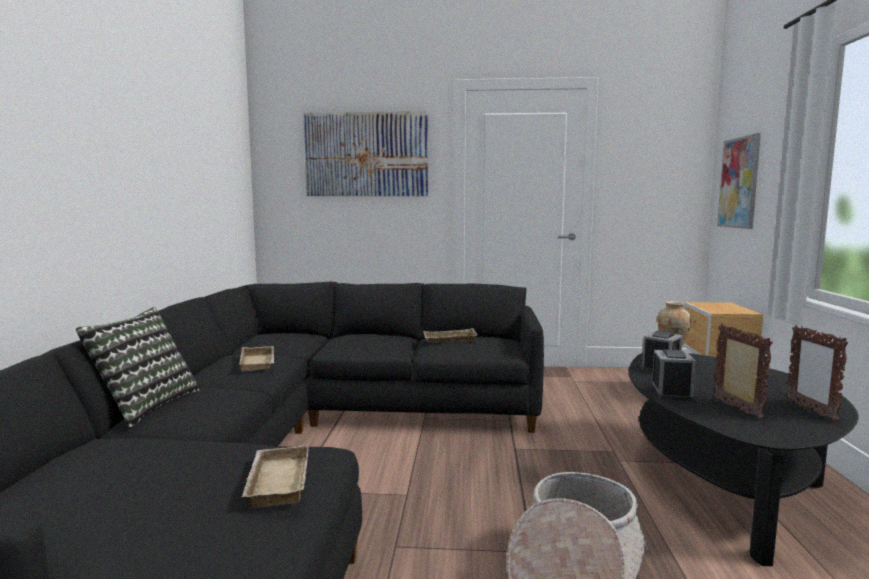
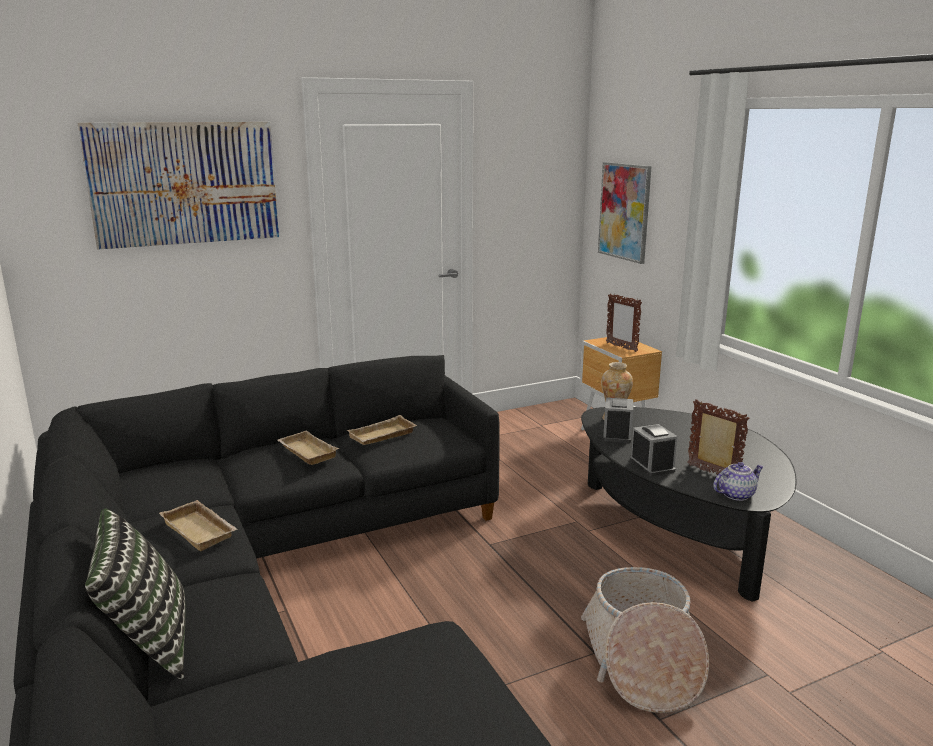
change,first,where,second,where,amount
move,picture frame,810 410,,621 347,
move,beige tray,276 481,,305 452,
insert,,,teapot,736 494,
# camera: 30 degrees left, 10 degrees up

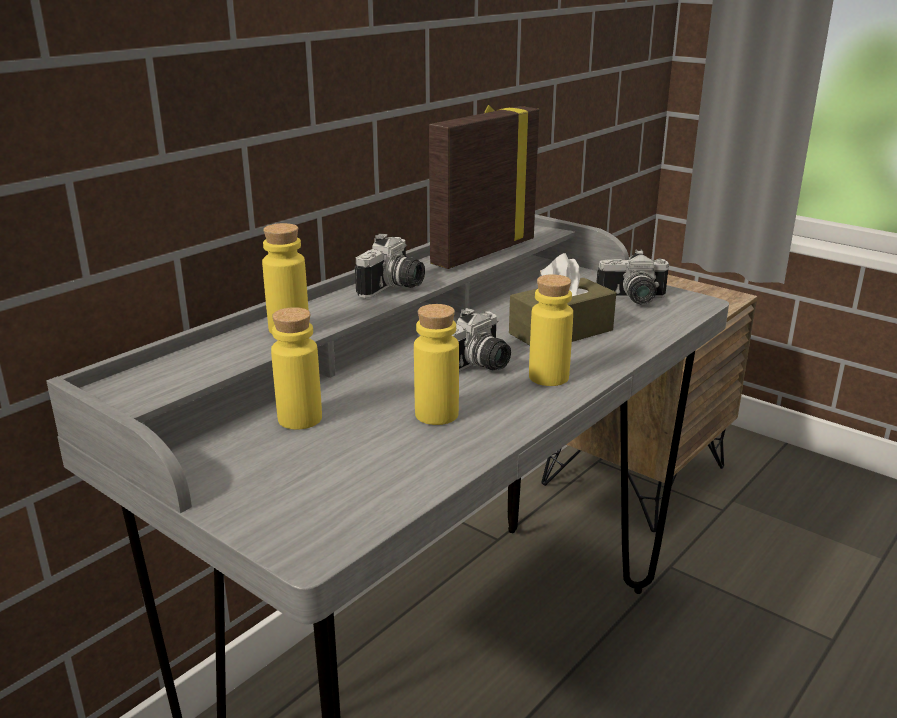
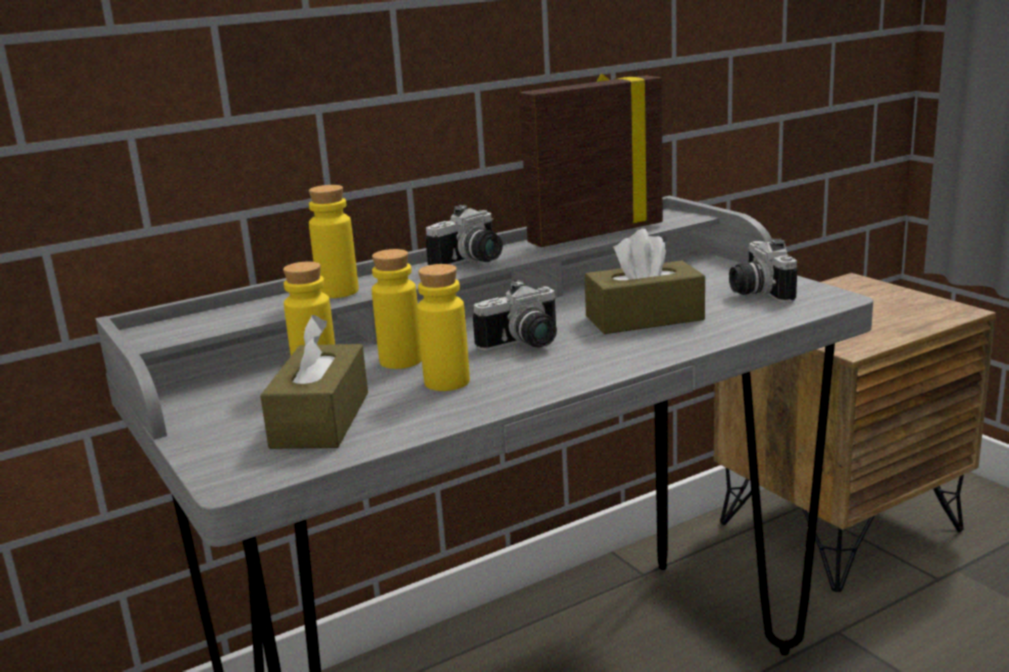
change,first,where,second,where,amount
rotate,photo camera,633 300,,756 292,60 degrees clockwise
move,yellow bottle,548 377,,401 361,
insert,,,brown tissue box,321 419,
# camera: 20 degrees right, 5 degrees down

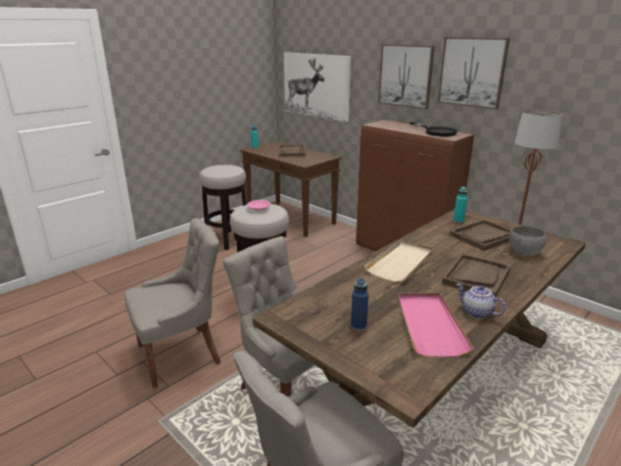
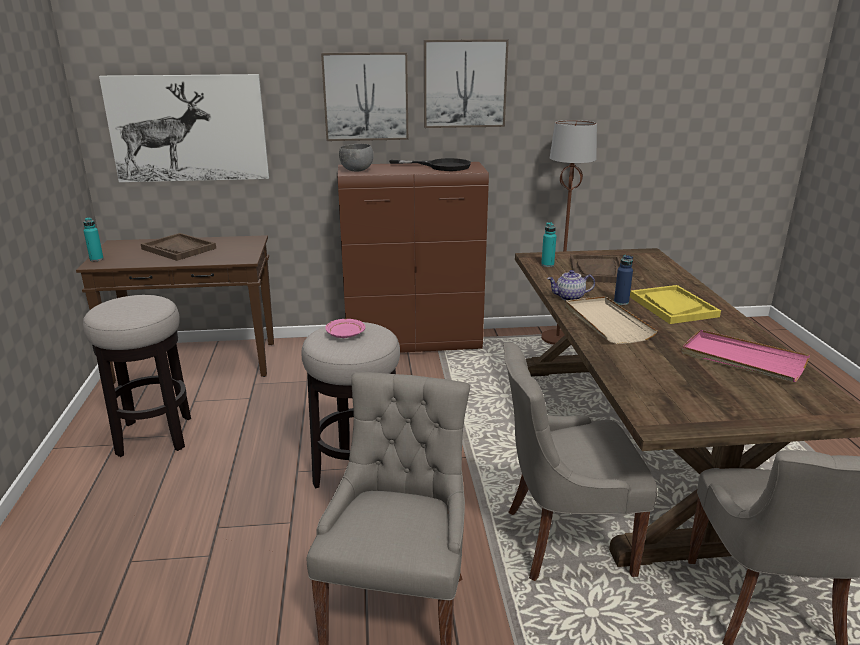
change,first,where,second,where,amount
move,grey bowl,524 253,,356 170,
recolor,brown tray,476 277,yellow tray,672 306,
move,blue bottle,358 325,,621 302,
move,teapot,476 312,,569 298,
# camera: 50 degrees left, 0 degrees up

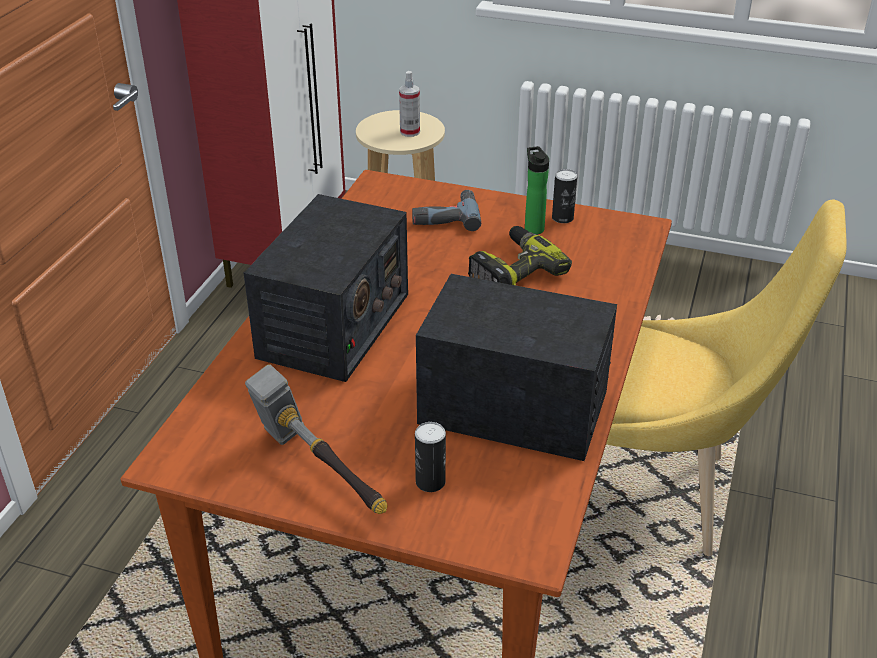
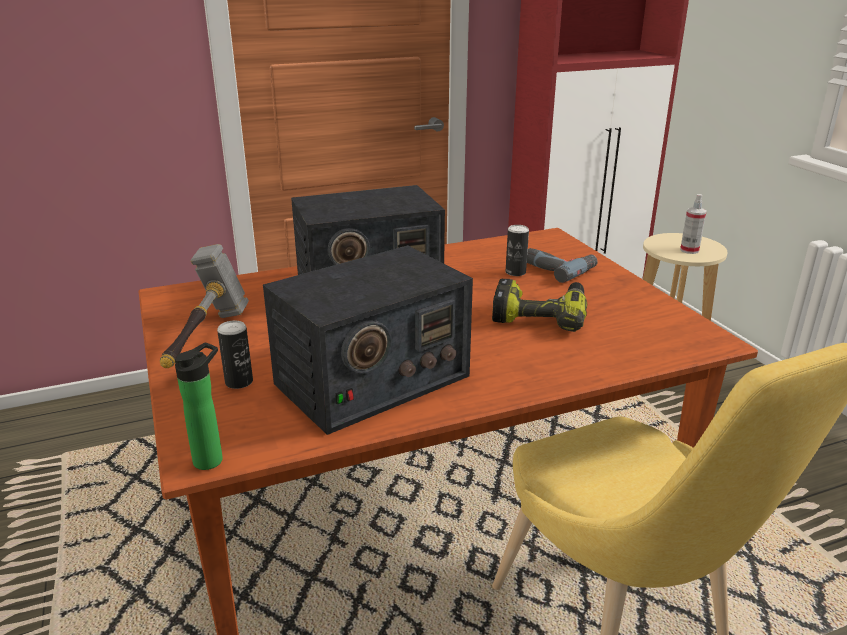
change,first,where,second,where,amount
move,bottle,533 228,,211 458,
move,can,562 218,,515 272,
rotate,radio,514 407,,371 380,75 degrees clockwise
# camera: 50 degrees right, 10 degrees down

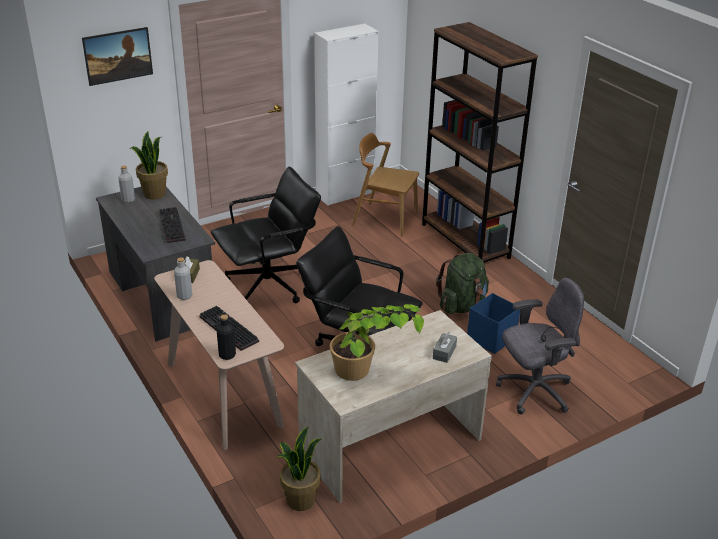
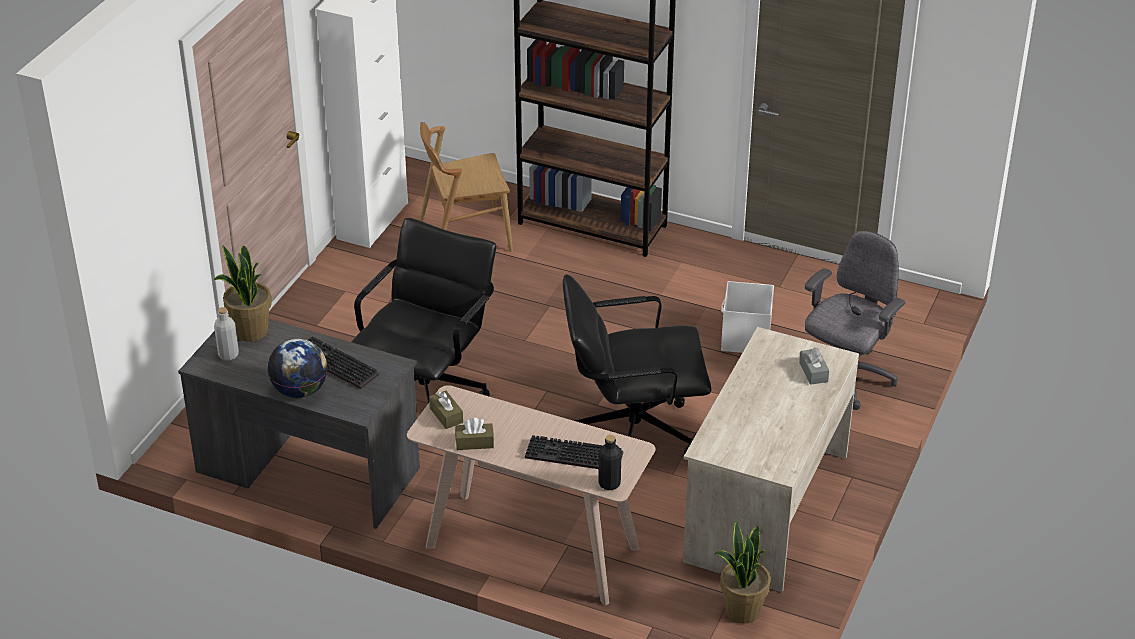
change,first,where,second,where,amount
delete,picture,119 67,,,
delete,green backpack,462 305,,,
replace,grey bottle,184 296,brown tissue box,474 442,
recolor,blue storage box,490 339,white storage box,745 338,
delete,potted plant,369 374,,,
insert,,,globe,300 390,
# camera: 35 degrees left, 5 degrees up

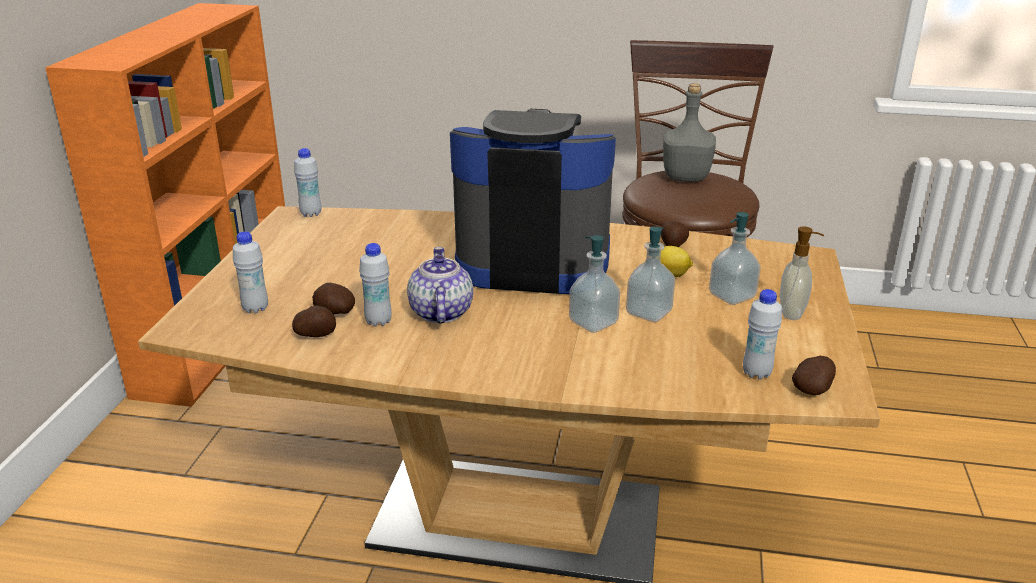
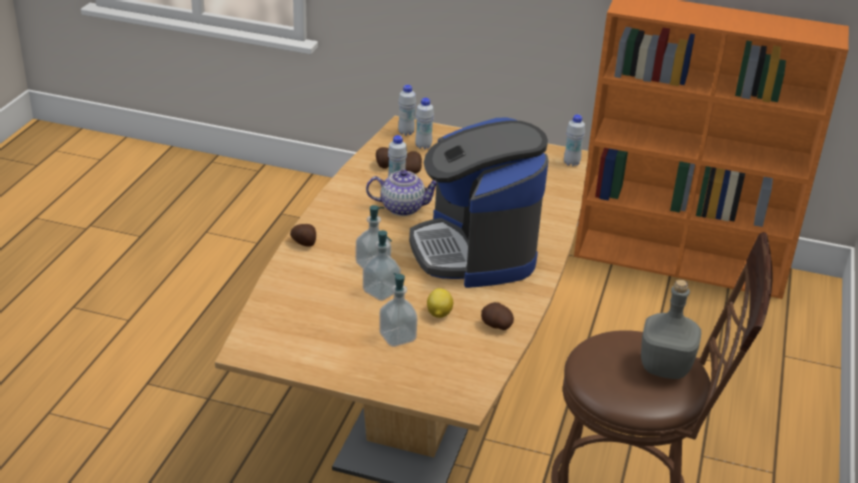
change,first,where,second,where,amount
rotate,coffee machine,532 261,,475 251,150 degrees clockwise
delete,soap dispenser,793 313,,,
move,white bottle,756 373,,406 132,
move,potato,813 389,,304 243,
# camera: 95 degrees right, 5 degrees up

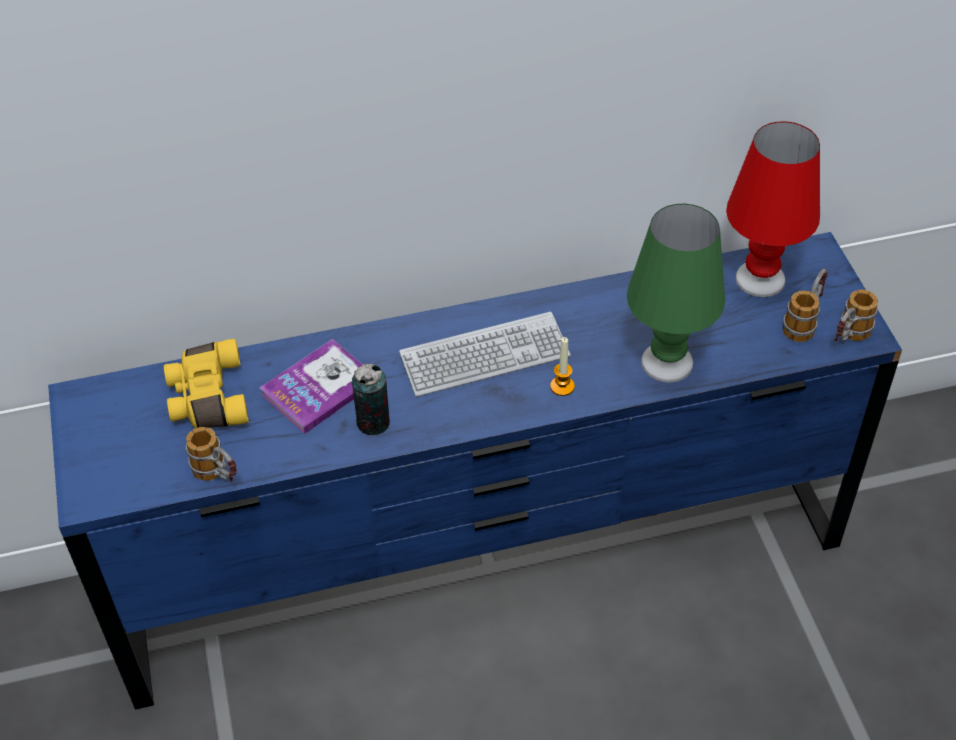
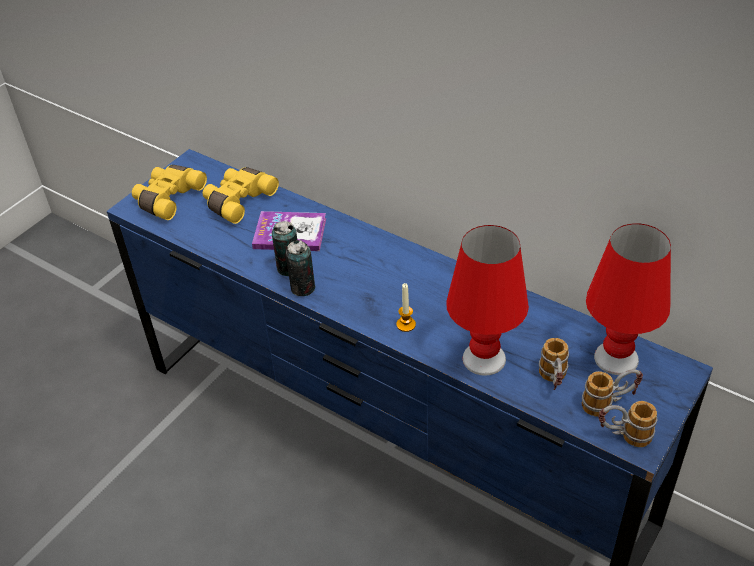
change,first,where,second,where,amount
recolor,green table lamp,667 362,red table lamp,484 358,
delete,keyboard,484 356,,,
move,mug,219 476,,553 382,
insert,,,yellow binoculars,168 198,
insert,,,can,303 288,
# camera: 50 degrees right, 5 degrees down

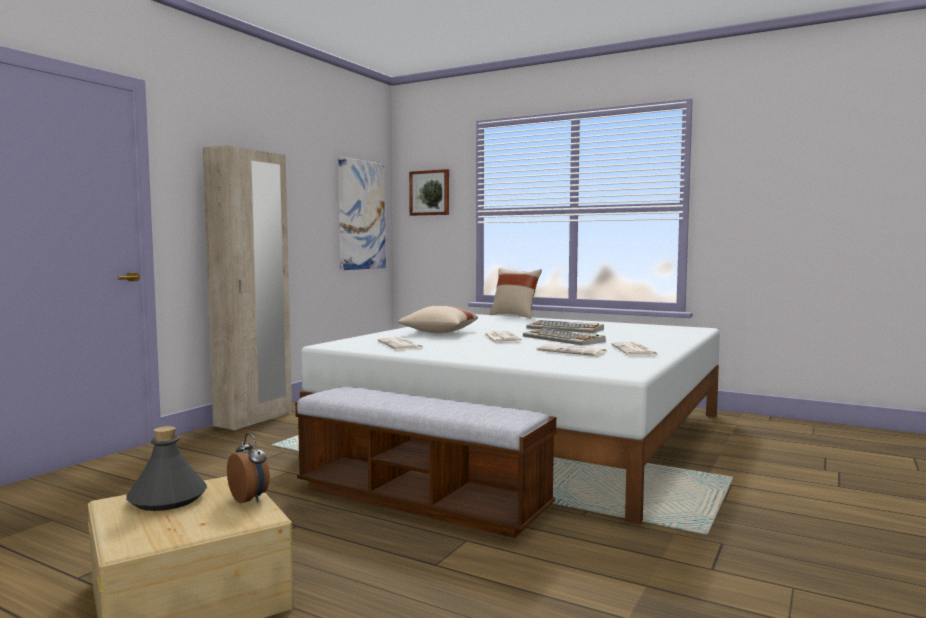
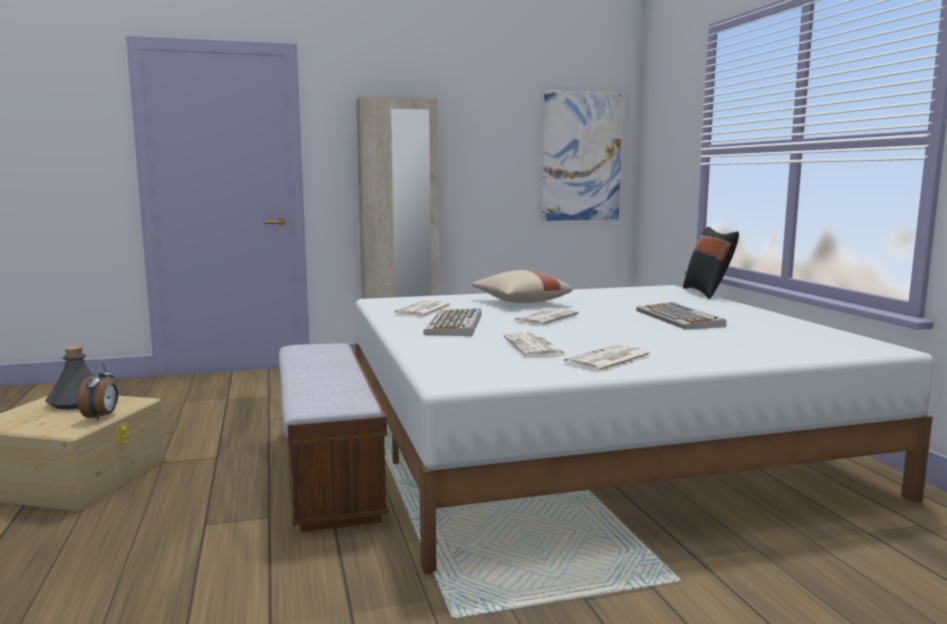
change,first,where,second,where,amount
delete,picture,430 193,,,
recolor,beige pillow,515 316,black pillow,708 293,
move,keyboard,564 339,,455 324,
# camera: 45 degrees right, 5 degrees up

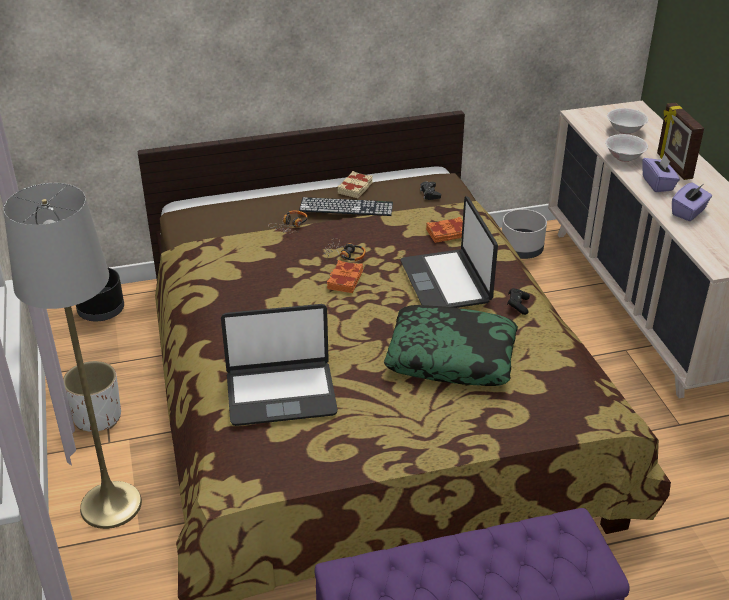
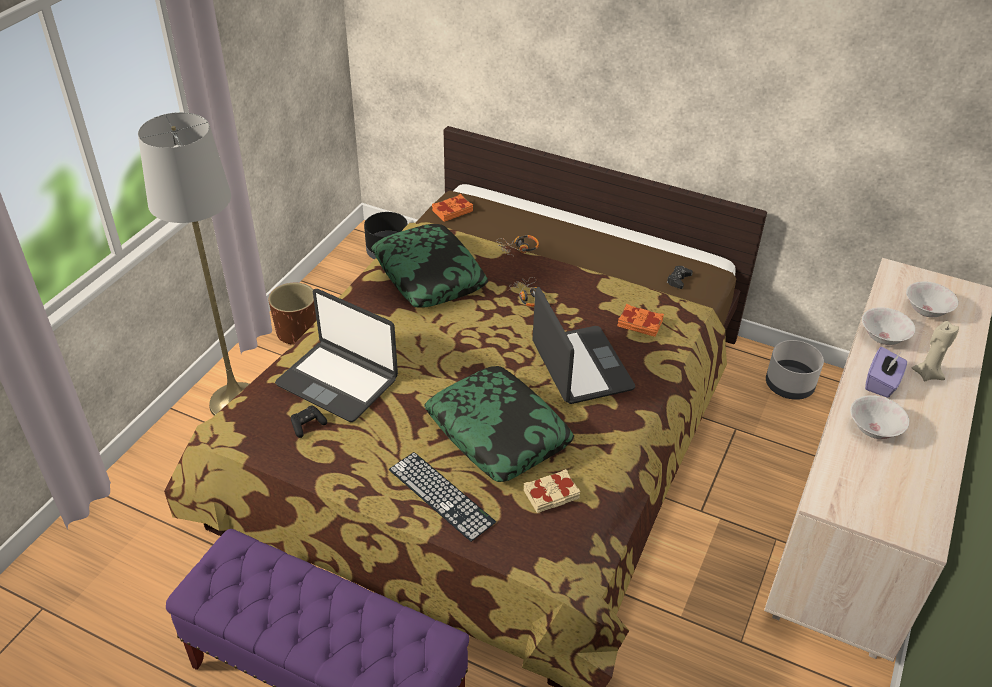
change,first,where,second,where,amount
replace,picture frame,673 166,beige candle,927 374,
move,beige book,355 188,,551 495,
replace,purple tissue box,689 212,white bowl,874 429,
rotate,laptop,446 282,,580 366,135 degrees clockwise
move,keyboard,346 207,,441 495,
move,orange book,344 280,,452 211,
move,black game controller,517 305,,308 425,
recolor,white planter,98 417,brown planter,298 332,
insert,,,pillow,429 275,
# camera: 40 degrees right, 5 degrees up

